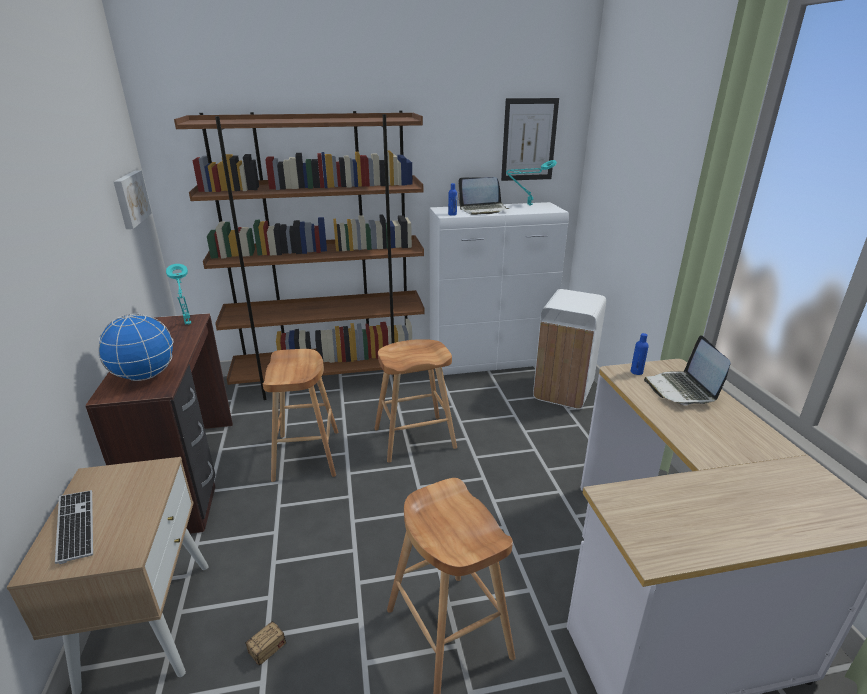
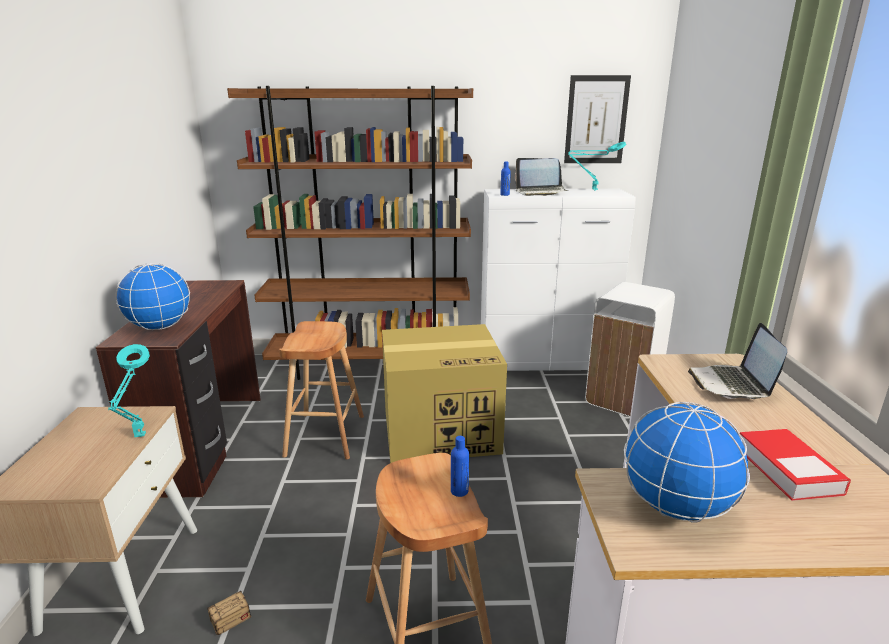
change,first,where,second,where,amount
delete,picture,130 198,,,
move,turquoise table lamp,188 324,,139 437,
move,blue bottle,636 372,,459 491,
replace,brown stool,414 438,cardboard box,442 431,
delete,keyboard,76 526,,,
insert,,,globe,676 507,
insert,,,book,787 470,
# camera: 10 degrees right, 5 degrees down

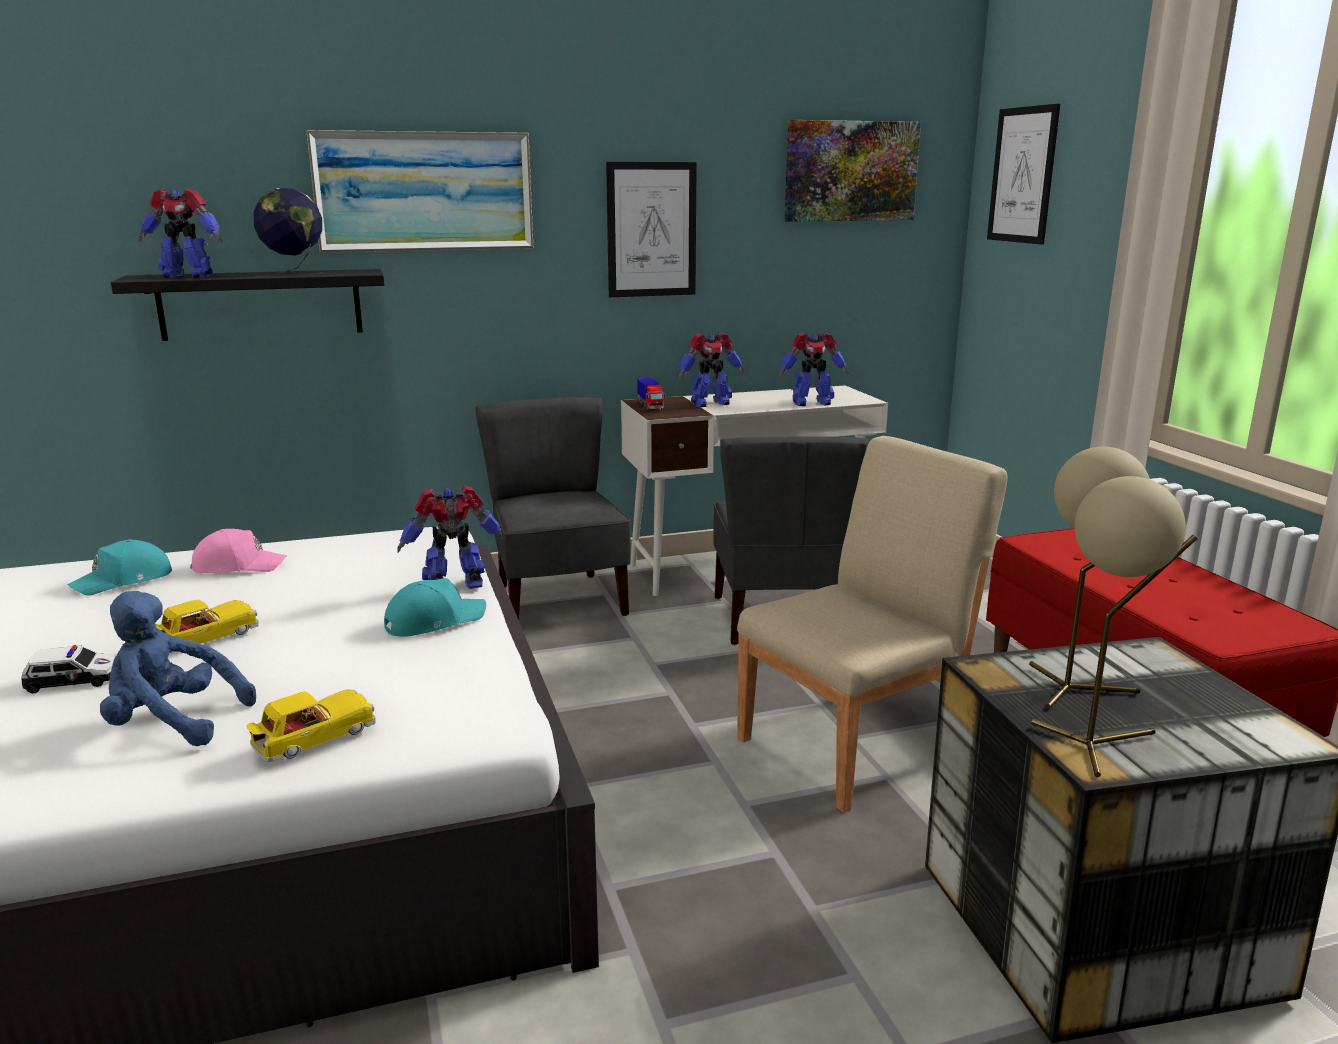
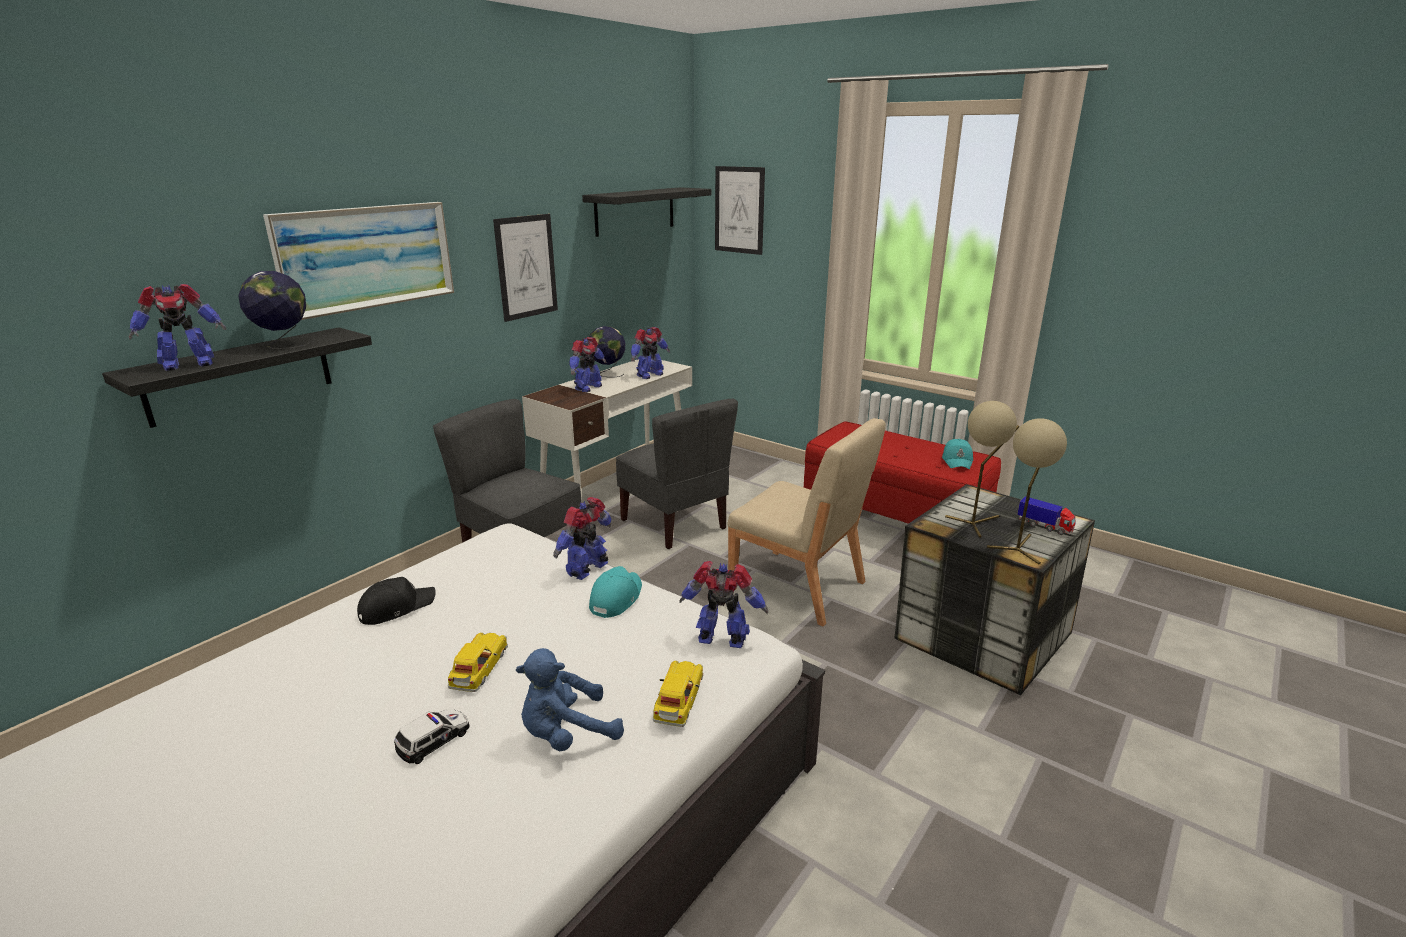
change,first,where,second,where,amount
replace,picture,850 171,black shelf,635 211,
move,toy truck,650 406,,1044 526,
rotate,beige chair,857 745,,798 587,105 degrees clockwise
recolor,pink cap,238 566,black cap,396 608,
move,turquoise cap,124 581,,957 460,
insert,,,globe,607 374,
insert,,,toy robot,722 640,
# camera: 35 degrees left, 5 degrees up

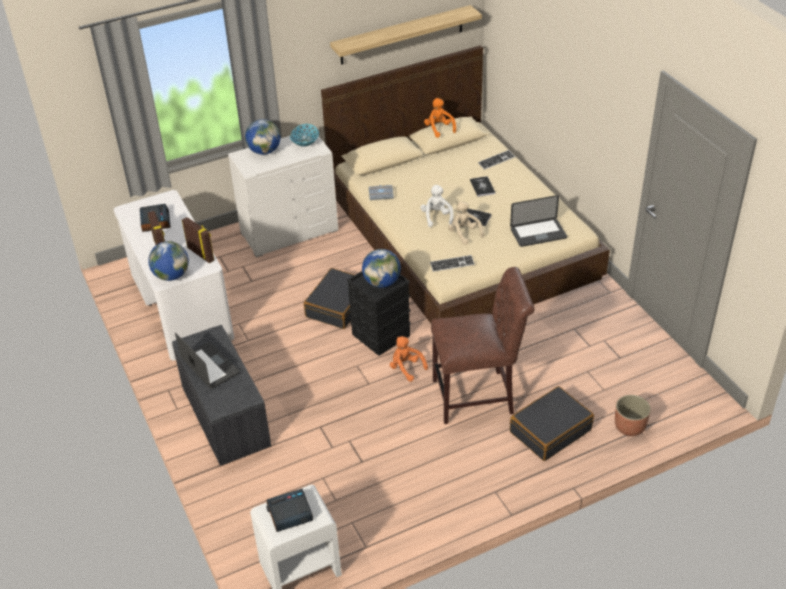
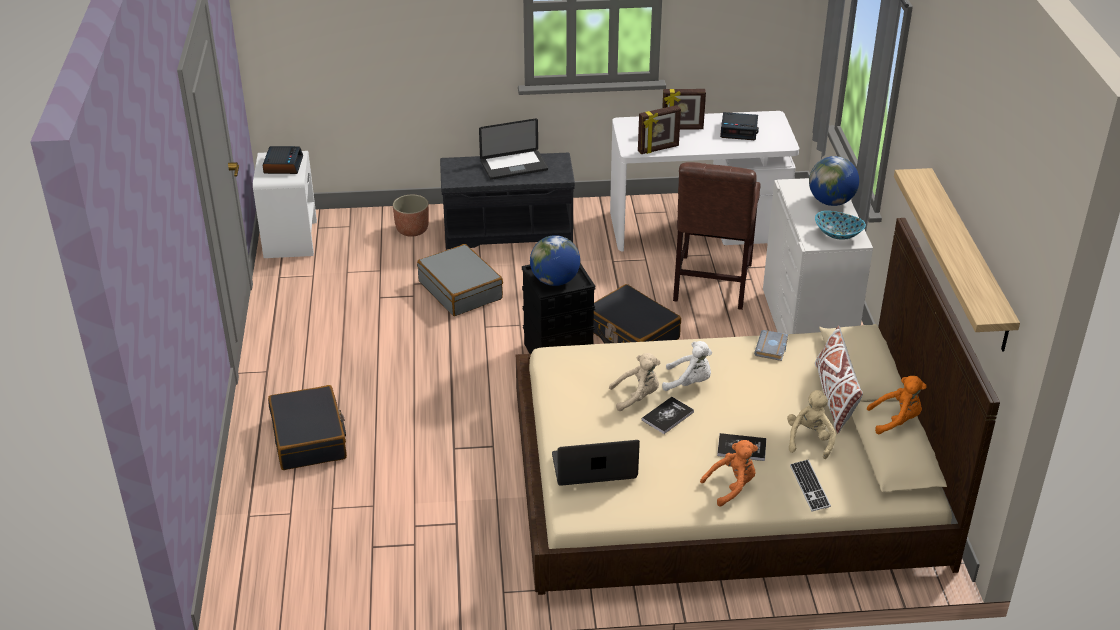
change,first,where,second,where,amount
rotate,laptop,538 233,,594 467,75 degrees clockwise
delete,globe,171 275,,,
delete,keyboard,452 264,,,
move,brown chair,478 396,,711 285,
move,orange plush toy,406 368,,731 487,
move,planter,629 427,,412 230,
insert,,,grey suitcase,461 290,
insert,,,white pillow,834 397,
insert,,,beige plush toy,809 440,
# camera: 110 degrees right, 5 degrees down

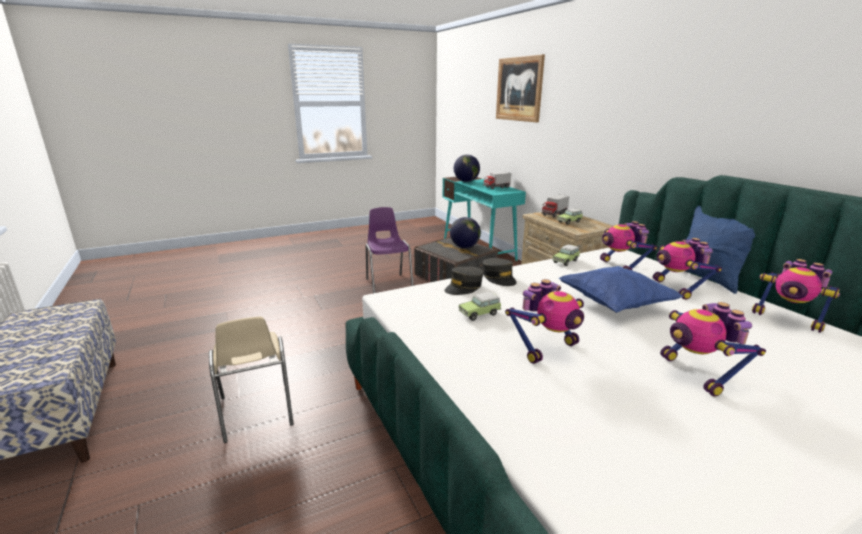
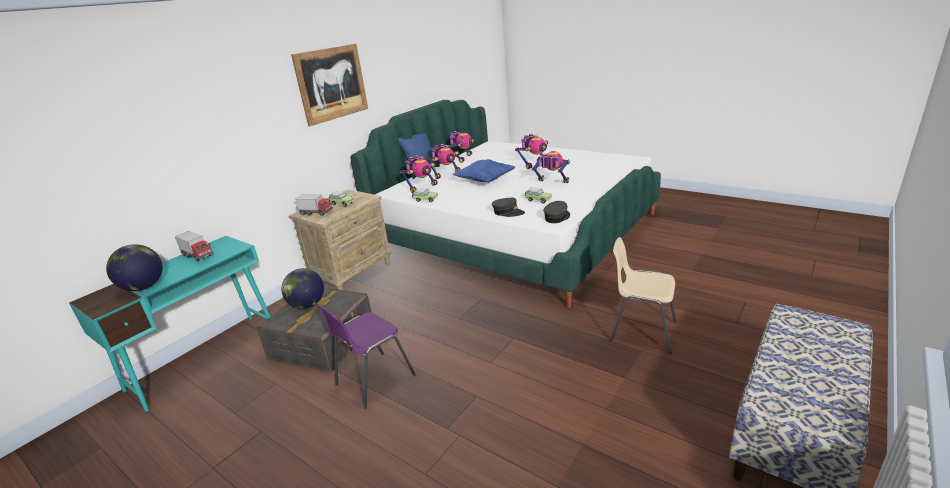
change,first,where,second,where,amount
move,picture,519 89,,331 83,
move,grey cap,499 278,,557 217,
rotate,beige chair,256 412,,641 331,105 degrees counterclockwise
# camera: 115 degrees left, 5 degrees up

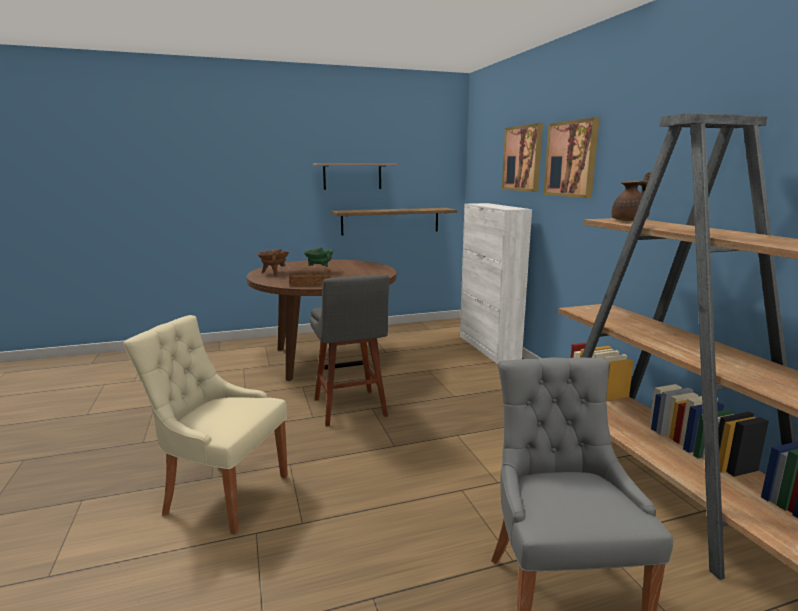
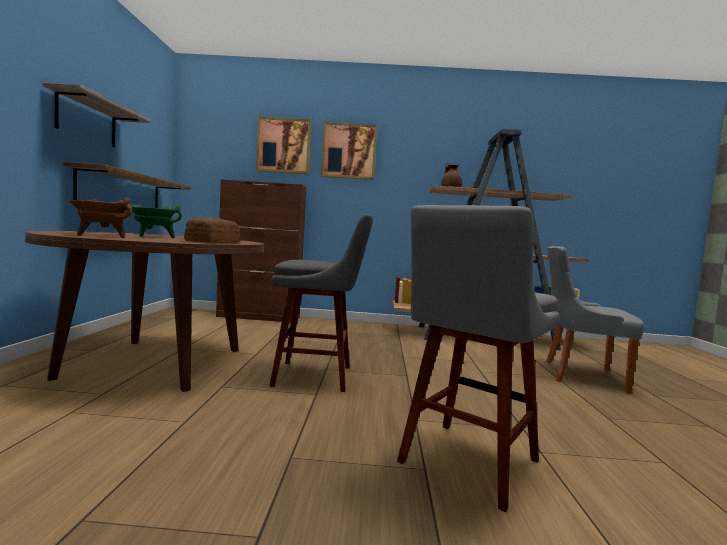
change,first,where,second,where,amount
recolor,white cabinet,488 348,brown cabinet,259 317,
replace,beige chair,223 494,grey stool,466 464,
# camera: 70 degrees left, 10 degrees down

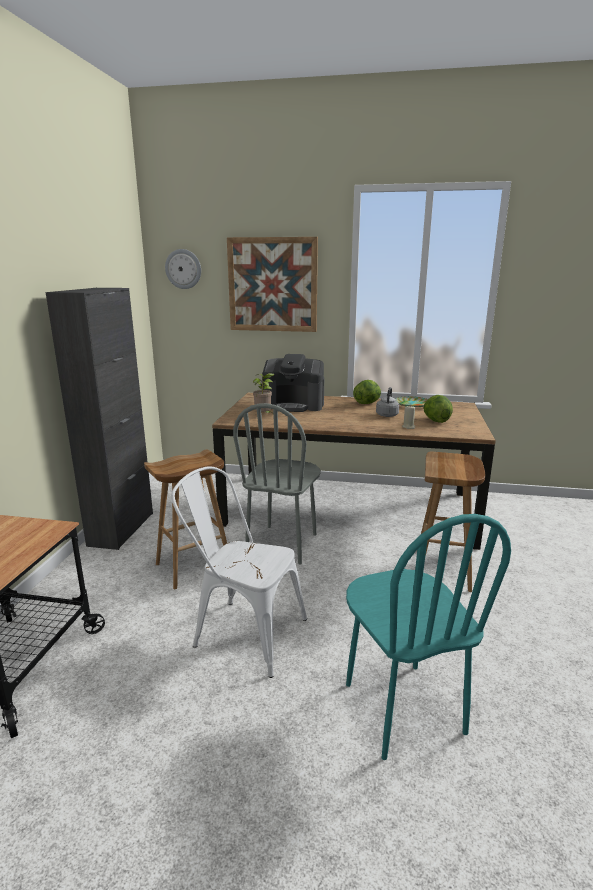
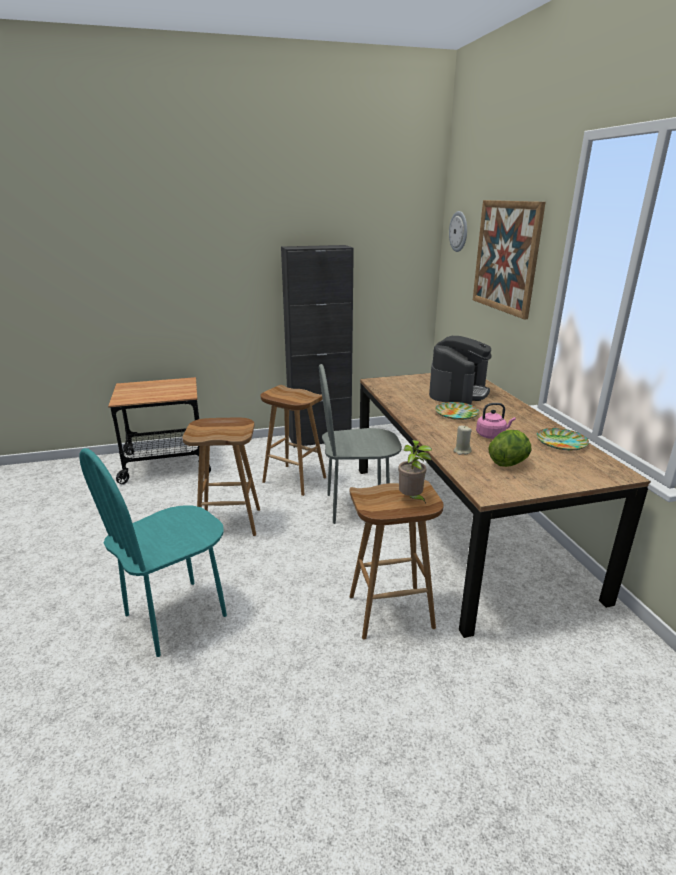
change,first,where,second,where,amount
rotate,coffee machine,294 405,,458 392,135 degrees counterclockwise
move,potted plant,264 415,,411 499,
delete,lettuce,367 403,,,
recolor,grey kettle,387 415,pink kettle,492 435,
replace,white chair,242 631,brown stool,230 522,
insert,,,plate,457 414,
# camera: 65 degrees right, 5 degrees up

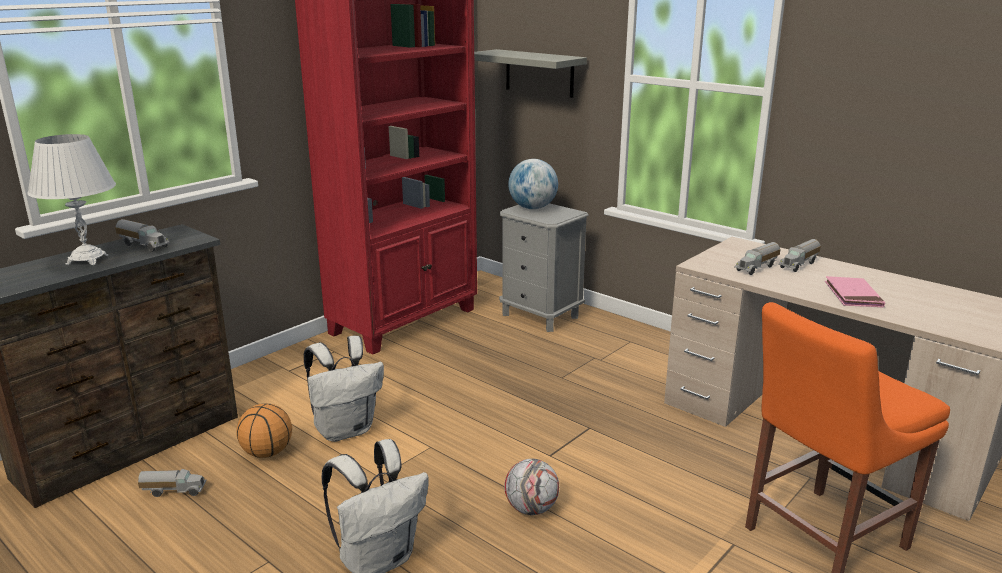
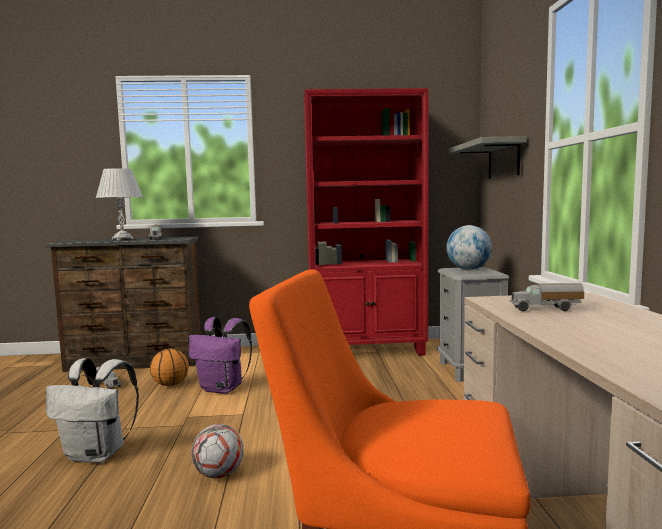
change,first,where,second,where,amount
delete,toy truck,799 265,,,
delete,pink book,853 295,,,
recolor,white backpack,346 430,purple backpack,223 388,
# camera: 45 degrees right, 15 degrees down

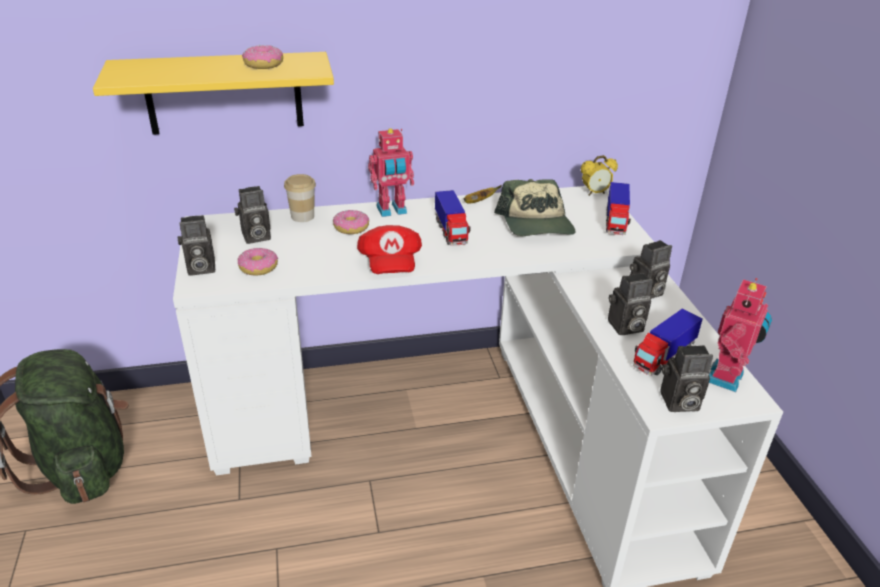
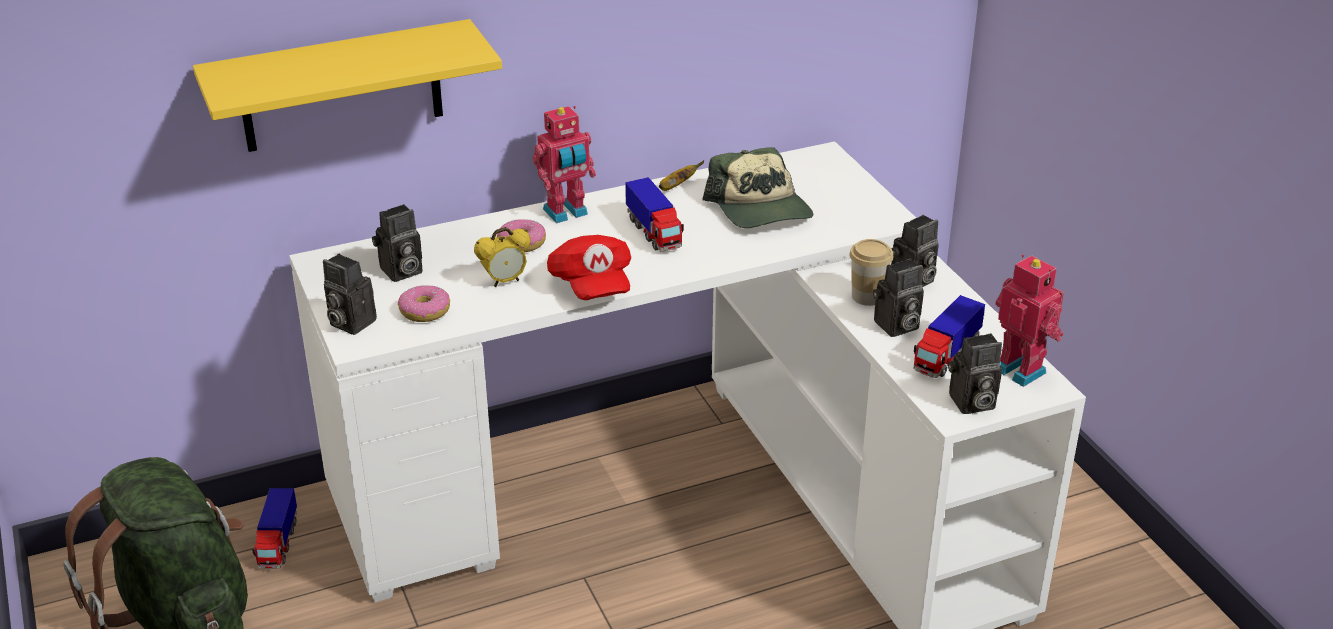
change,first,where,second,where,amount
delete,donut,264 65,,,
move,alarm clock,595 193,,505 281,
move,cup,302 216,,867 296,
move,toy truck,615 222,,278 544,
rotate,photo camera,199 269,,349 322,60 degrees clockwise
rotate,toy robot,727 378,,1021 369,60 degrees counterclockwise
# camera: 10 degrees left, 0 degrees up

